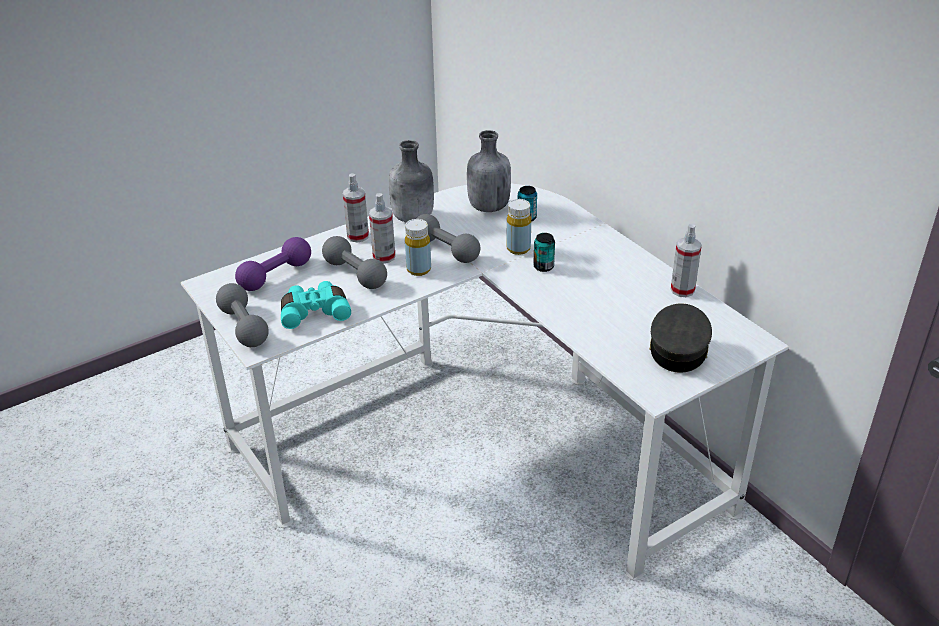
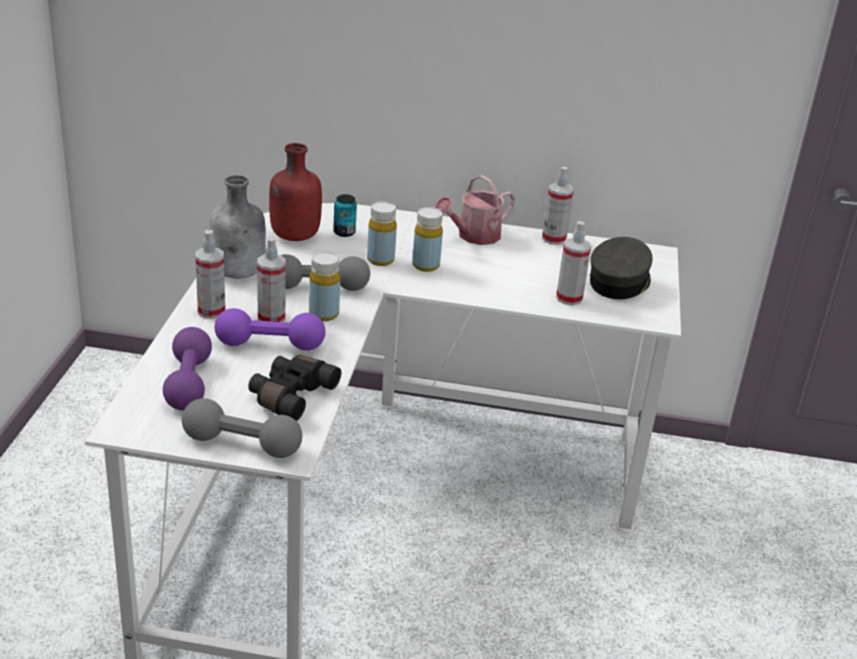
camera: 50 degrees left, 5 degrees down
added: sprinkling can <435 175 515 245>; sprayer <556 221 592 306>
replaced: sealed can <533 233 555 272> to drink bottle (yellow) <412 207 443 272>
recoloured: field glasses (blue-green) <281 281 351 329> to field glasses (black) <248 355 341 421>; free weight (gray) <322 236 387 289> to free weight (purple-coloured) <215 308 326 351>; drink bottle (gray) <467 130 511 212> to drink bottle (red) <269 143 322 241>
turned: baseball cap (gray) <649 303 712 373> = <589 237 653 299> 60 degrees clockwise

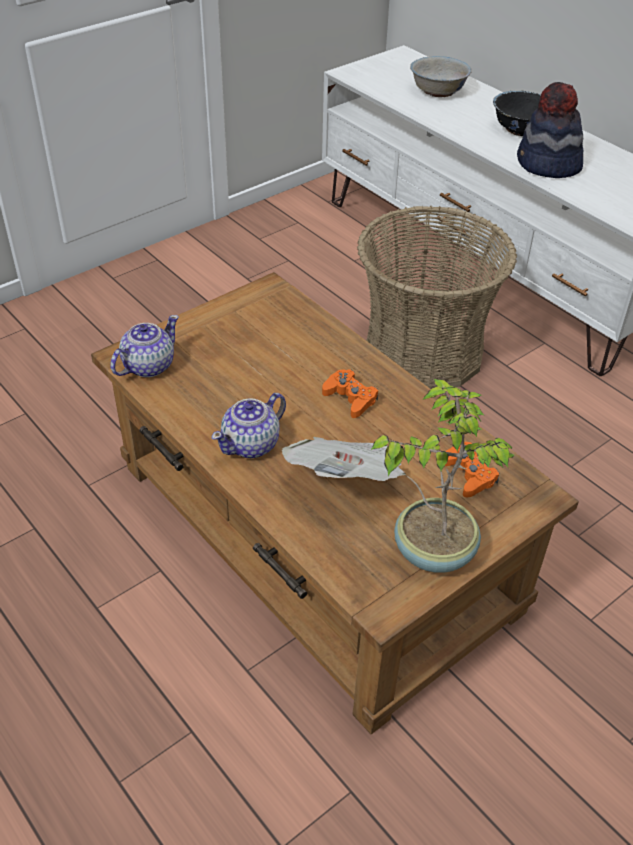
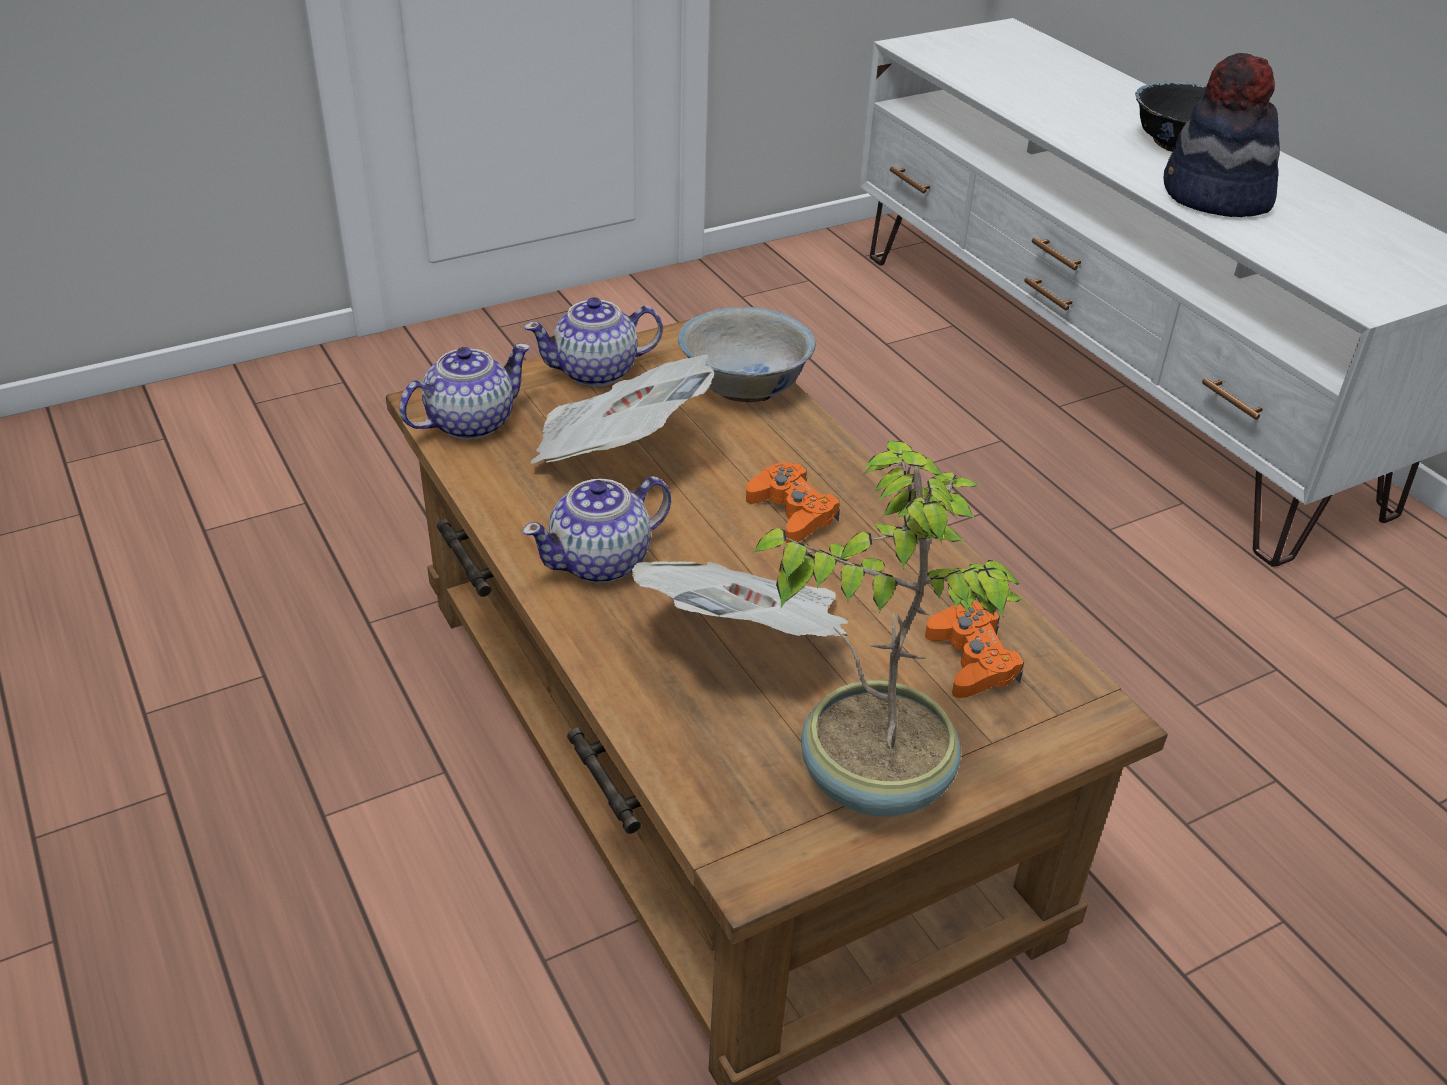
camera: 10 degrees right, 5 degrees down
removed: basket <357 206 517 389>
added: teapot <524 297 663 387>; newspaper <530 355 714 464>
moved: serving bowl (whitish) <410 56 472 97> to <678 307 816 402>

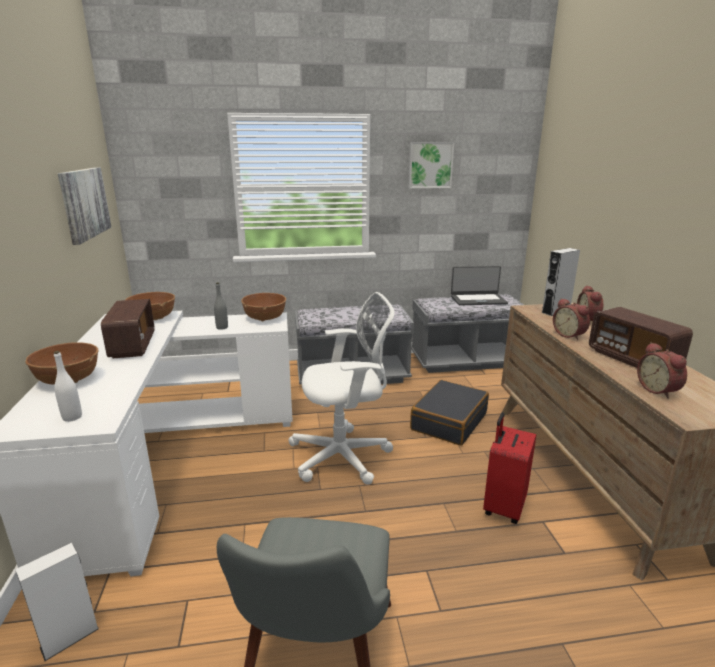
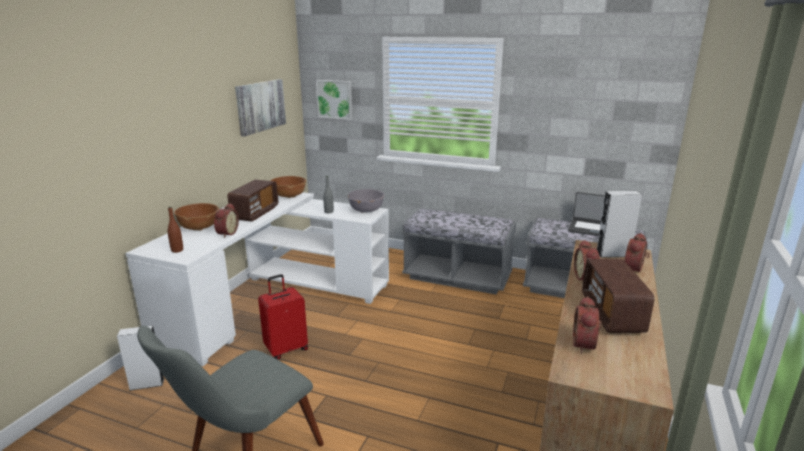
camera: 30 degrees right, 0 degrees up
removed: computer chair (whitish) <289 292 395 485>; piece of luggage (black) <410 380 489 446>
added: bedside clock <214 203 239 238>
moved: wall picture <408 142 454 188> to <316 80 352 120>; piece of luggage (red) <483 412 536 524> to <258 274 308 360>
recoloured: drink bottle (whitish) <54 351 82 422> to drink bottle (brown-coloured) <168 207 183 253>; serving bowl (brown-coloured) <241 293 286 322> to serving bowl (gray) <348 189 385 213>

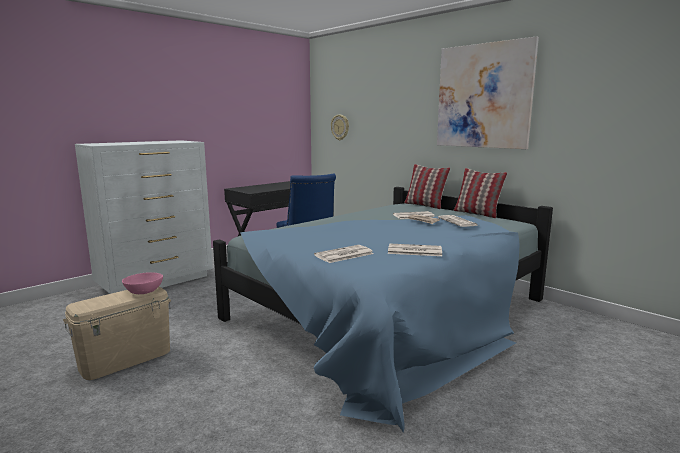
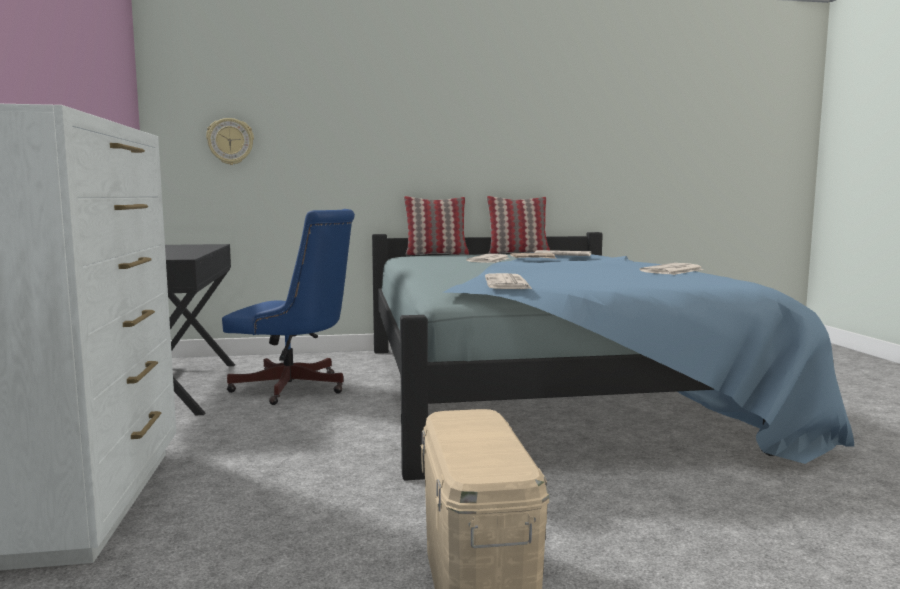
camera: 55 degrees left, 5 degrees down
removed: serving bowl (pink) <122 272 163 294>; wall picture <437 36 539 149>
moved: newspaper <314 245 374 263> to <485 273 532 289>

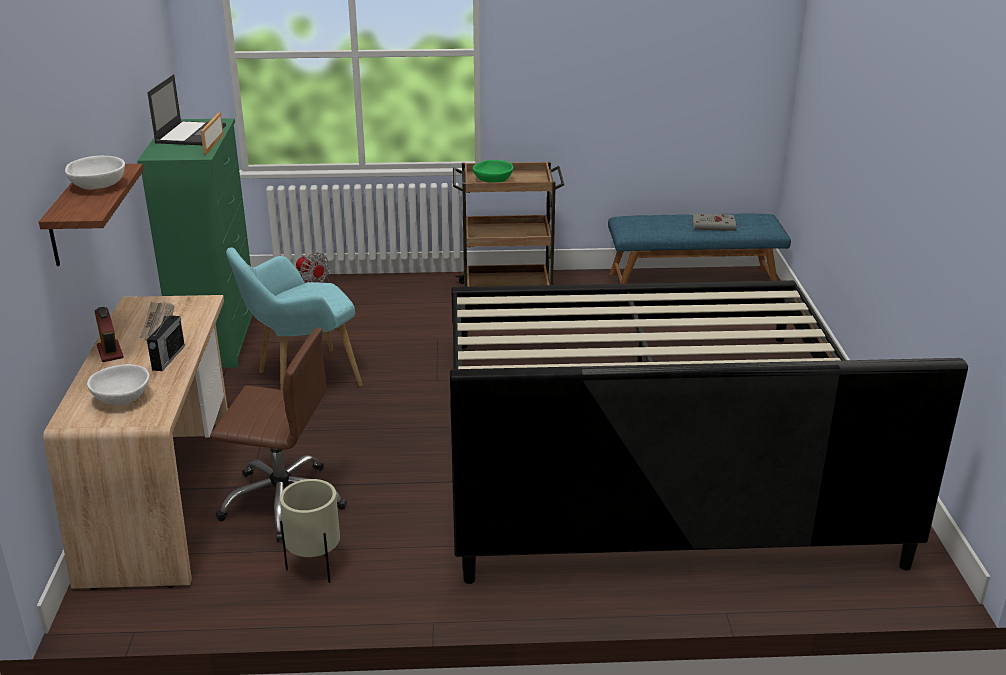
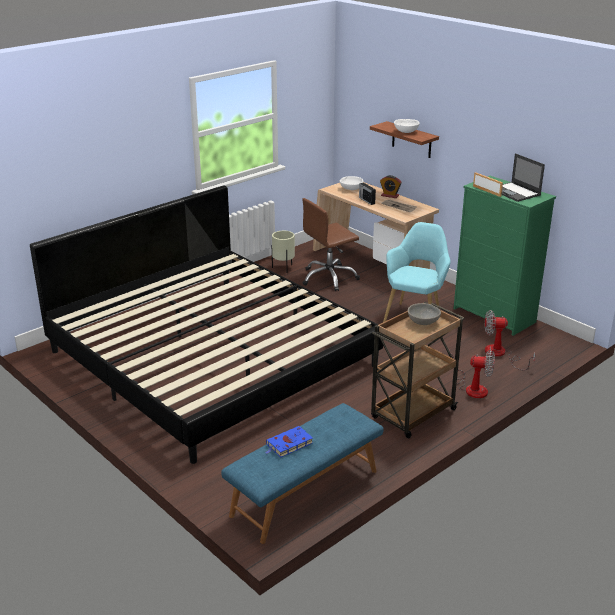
camera: 140 degrees right, 0 degrees up
added: electric fan <449 348 495 398>
recoloured: serving bowl (greenish) <473 160 513 183> to serving bowl (gray) <408 303 441 325>; bound book (gray) <692 214 742 231> to bound book (blue-coloured) <265 426 313 457>

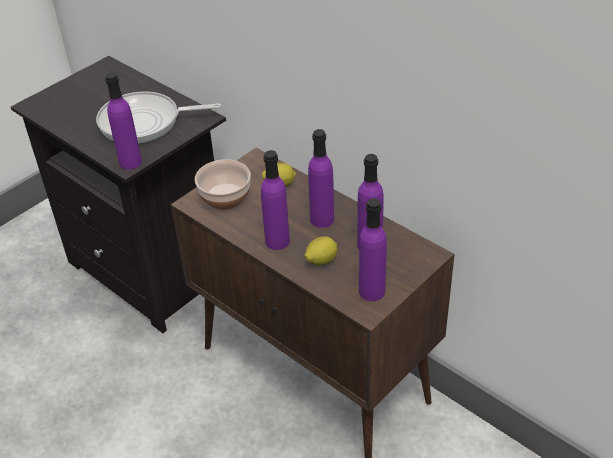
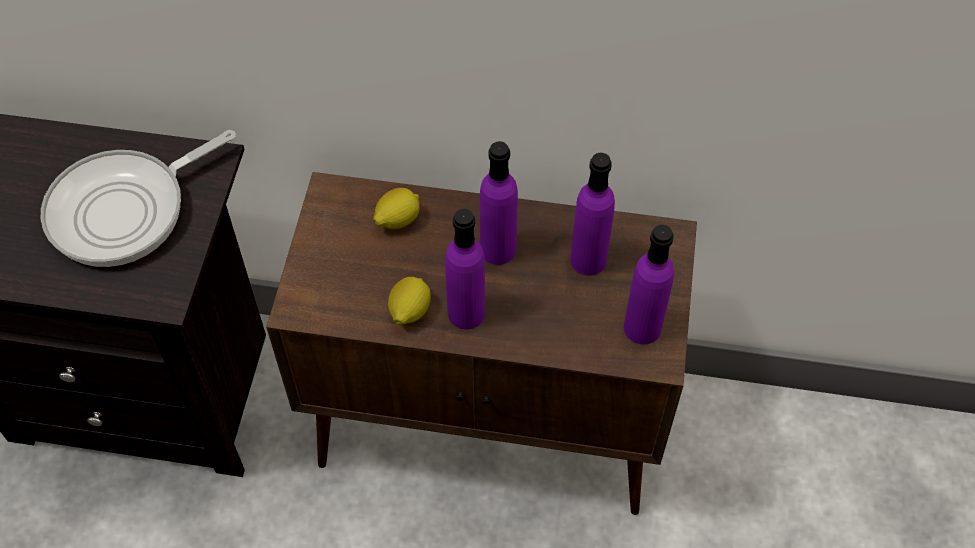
camera: 35 degrees left, 15 degrees up
removed: drink bottle (purple-coloured) <105 72 142 170>; serving bowl <195 159 251 210>
moved: citrus fruit <304 236 337 265> to <388 277 431 325>

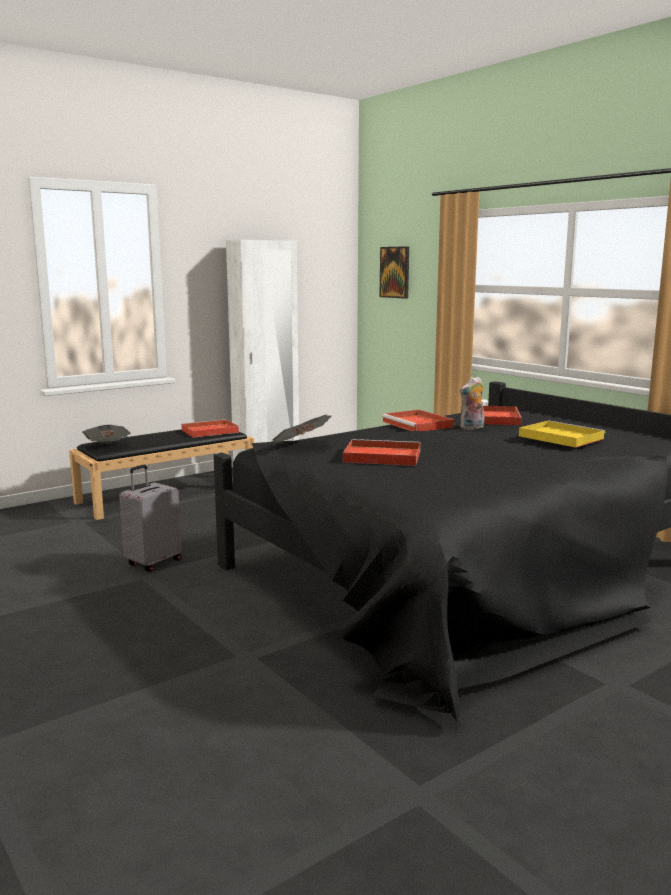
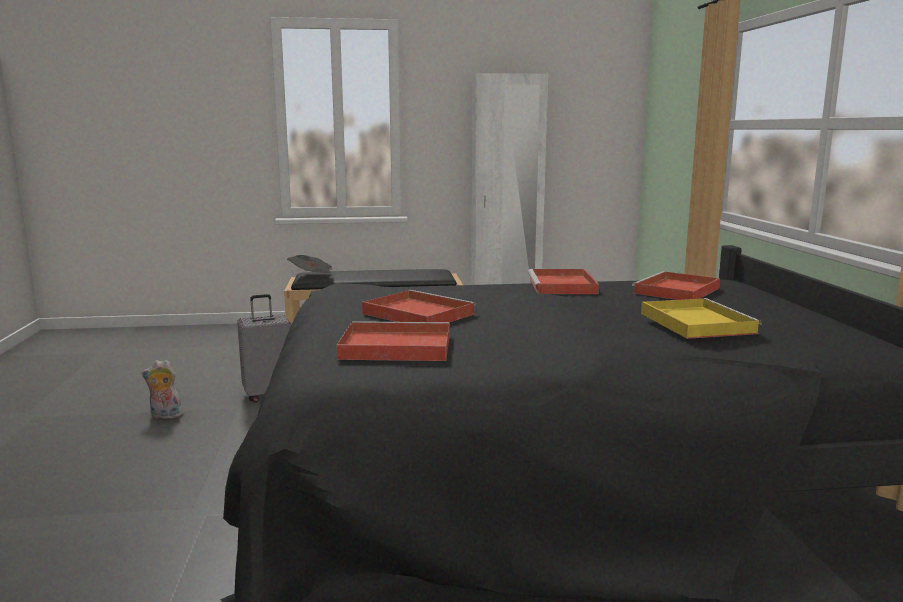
camera: 30 degrees right, 0 degrees up
removed: newspaper <270 415 332 443>; wall picture <379 246 409 299>
moved: serving tray (red) <181 419 239 438> to <336 321 450 361>; cuddly toy <460 376 484 430> to <142 360 183 419>

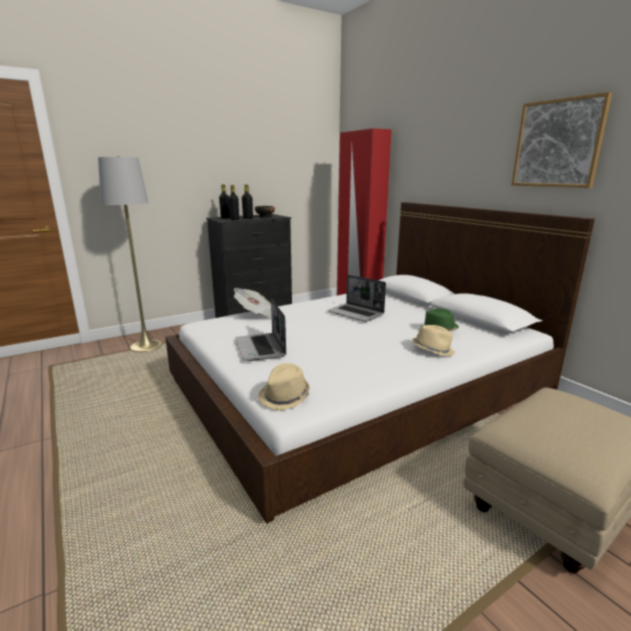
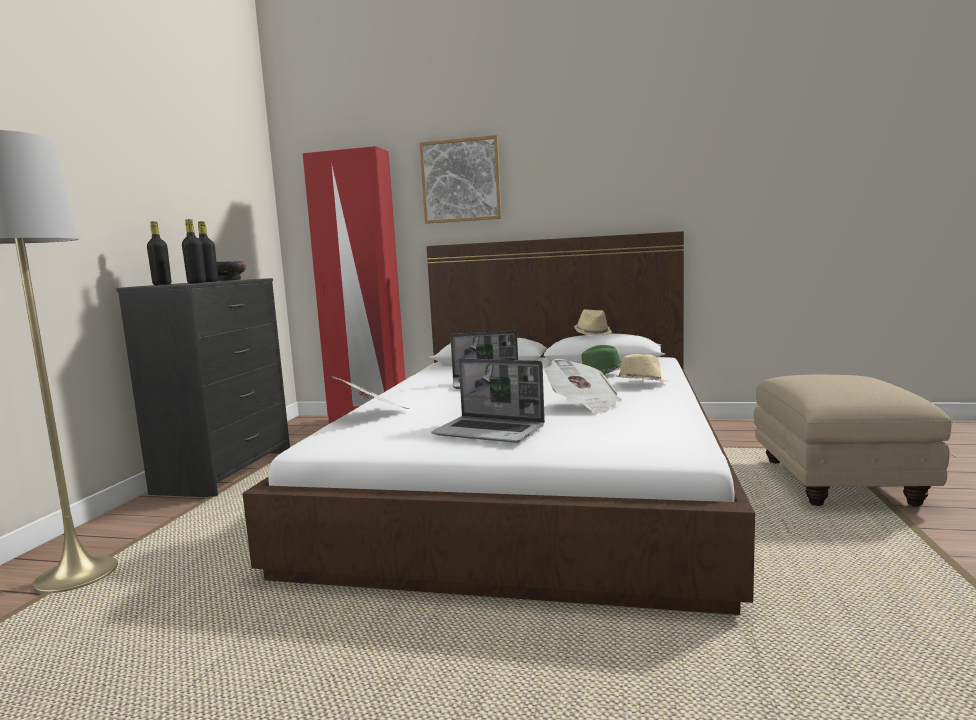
camera: 45 degrees left, 10 degrees down
added: newspaper <544 359 622 414>
moved: hat (sand-coloured) <258 363 309 411> to <574 309 612 336>; wall picture <511 92 612 188> to <420 135 502 224>

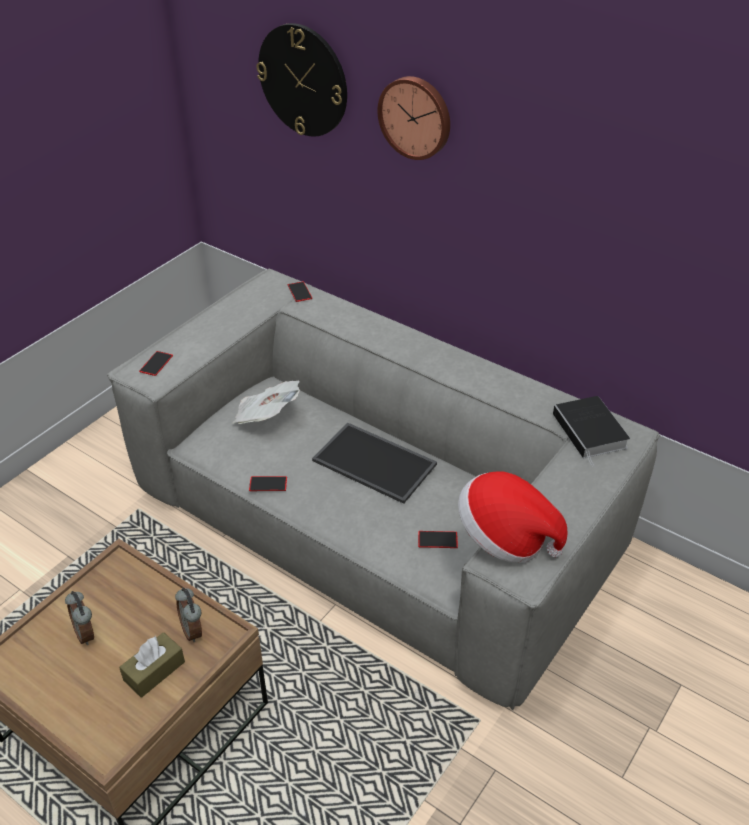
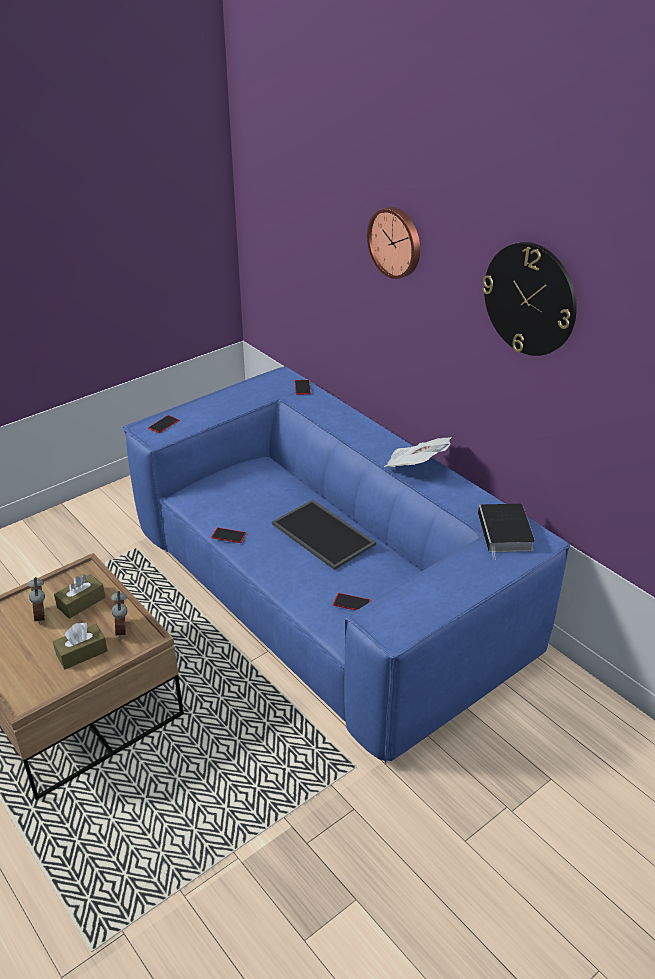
camera: 15 degrees right, 5 degrees down
removed: hat <458 471 568 563>
added: tissue holder (brown-coloured) <54 574 106 619>
moved: newspaper <232 381 300 424> to <384 437 451 467>; clock on the wall <256 23 347 136> to <482 242 577 356>
recoloured: sofa (gray) <107 269 660 710> to sofa (blue-coloured) <123 366 570 763>

